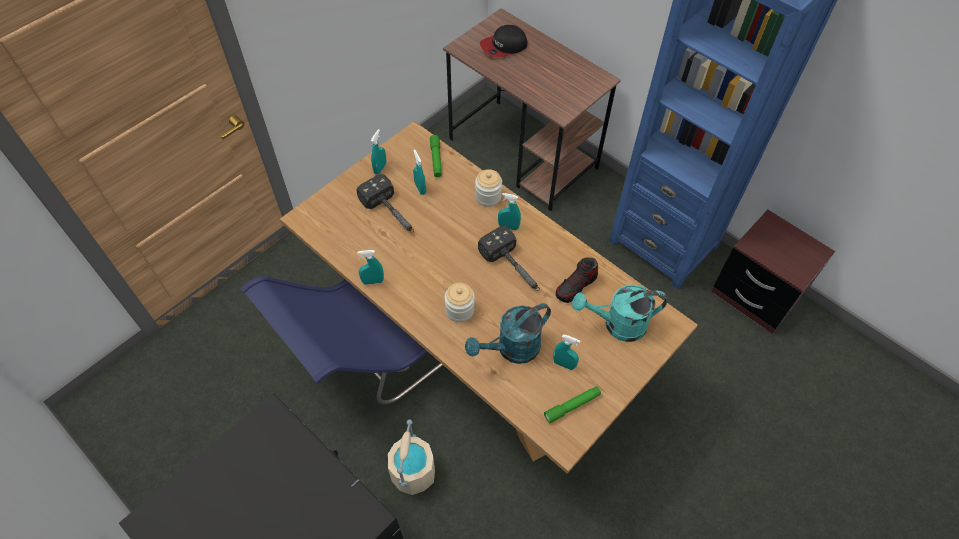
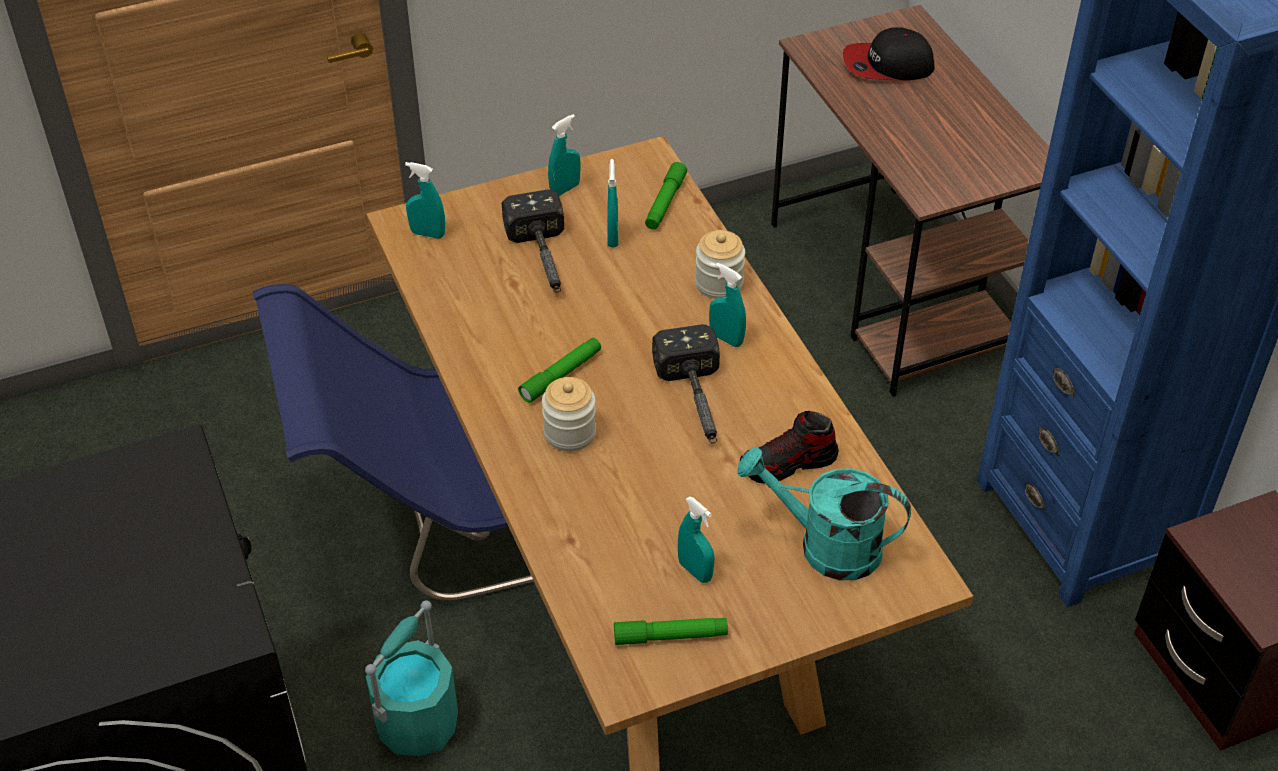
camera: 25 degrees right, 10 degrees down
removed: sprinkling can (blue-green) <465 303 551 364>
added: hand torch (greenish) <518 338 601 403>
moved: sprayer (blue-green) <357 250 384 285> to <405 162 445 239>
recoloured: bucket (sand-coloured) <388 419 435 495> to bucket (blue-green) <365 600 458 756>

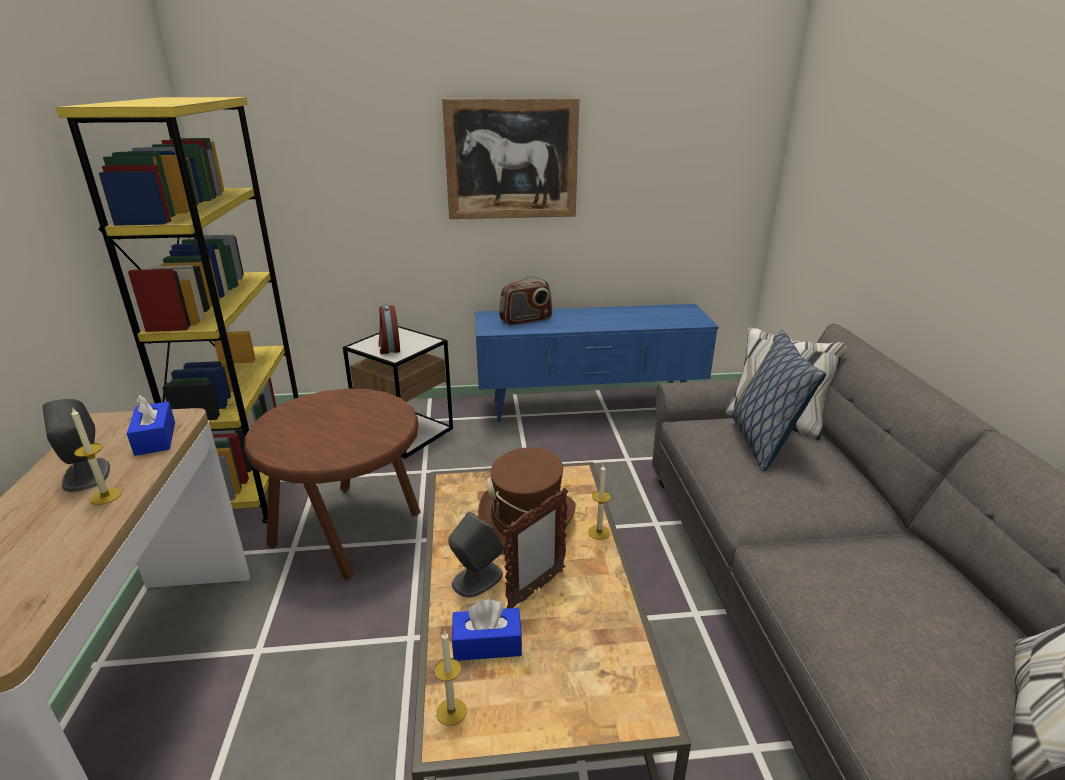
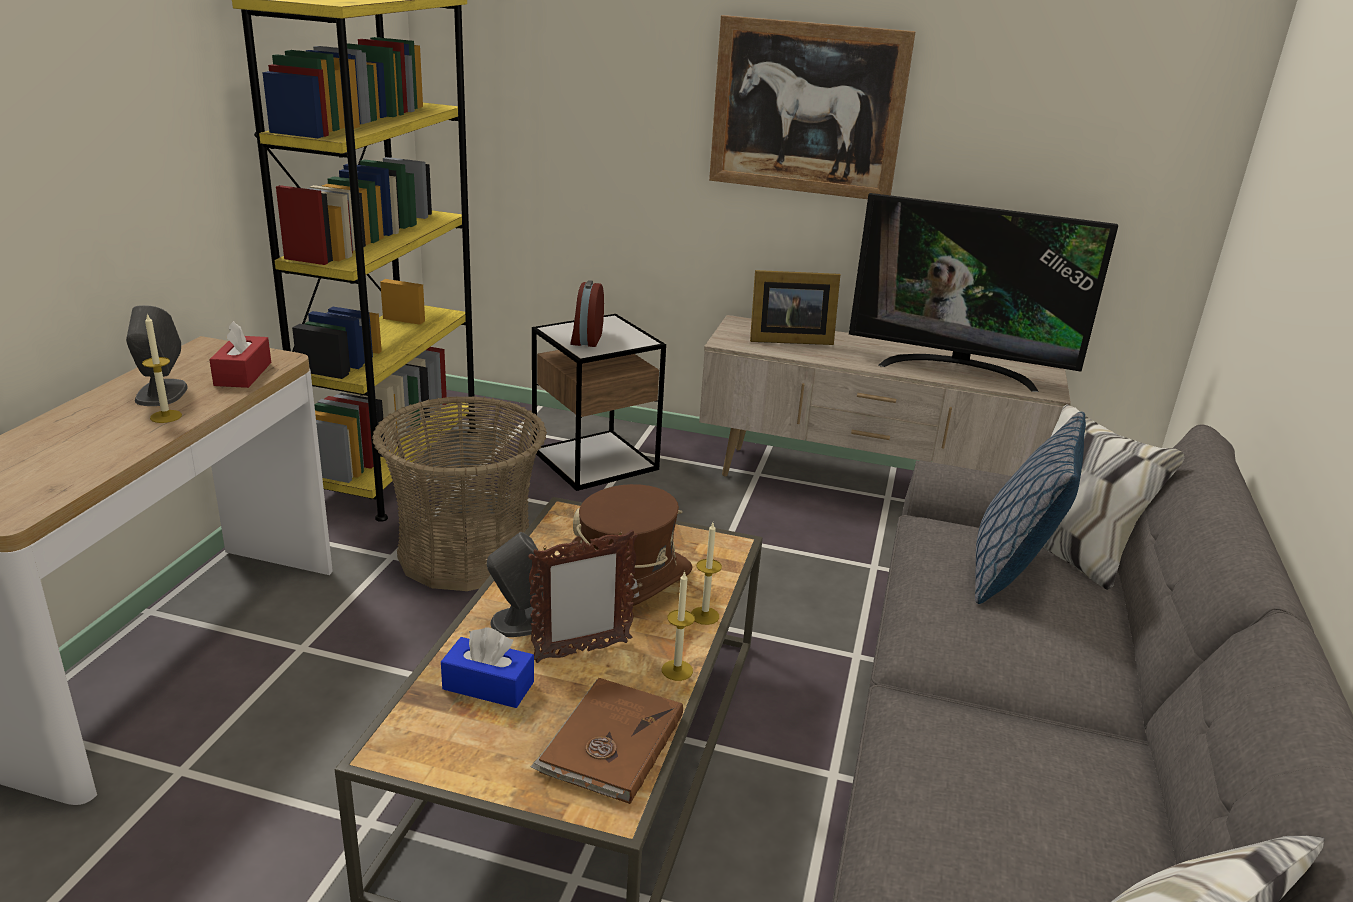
camera: 20 degrees right, 0 degrees up
added: bound book (brown-coloured) <530 678 683 804>; TV <849 193 1118 392>
moved: wax candle <434 630 467 726> to <662 571 695 681>
replaced: end table (brown-coloured) <244 388 421 580> to basket <372 396 547 591>; radio <499 276 552 325> to photo frame <750 270 840 345>
recoloured: tissue holder (blue-coloured) <127 395 175 456> to tissue holder (red) <209 321 271 388>; media console (blue-coloured) <475 304 719 422> to media console (sand-coloured) <699 315 1071 476>

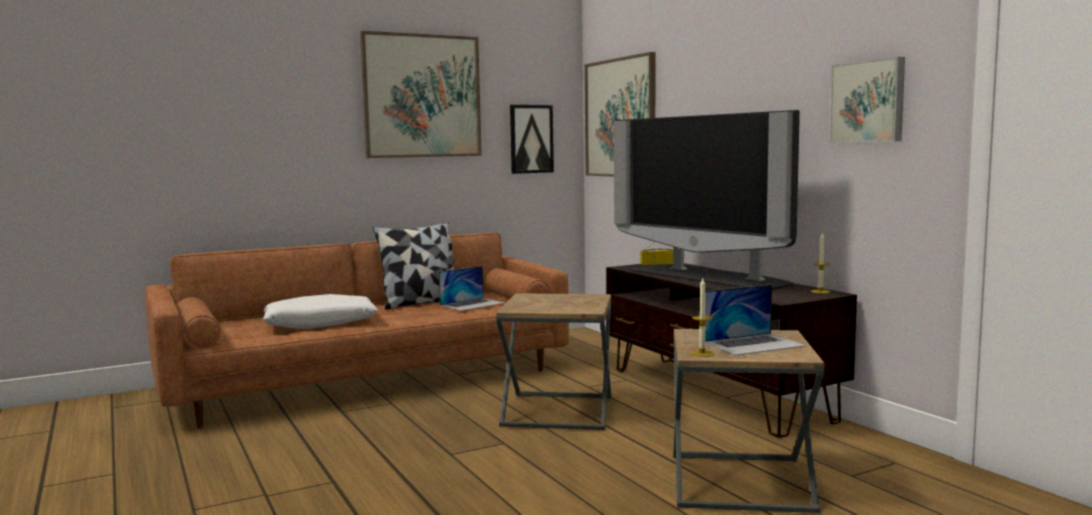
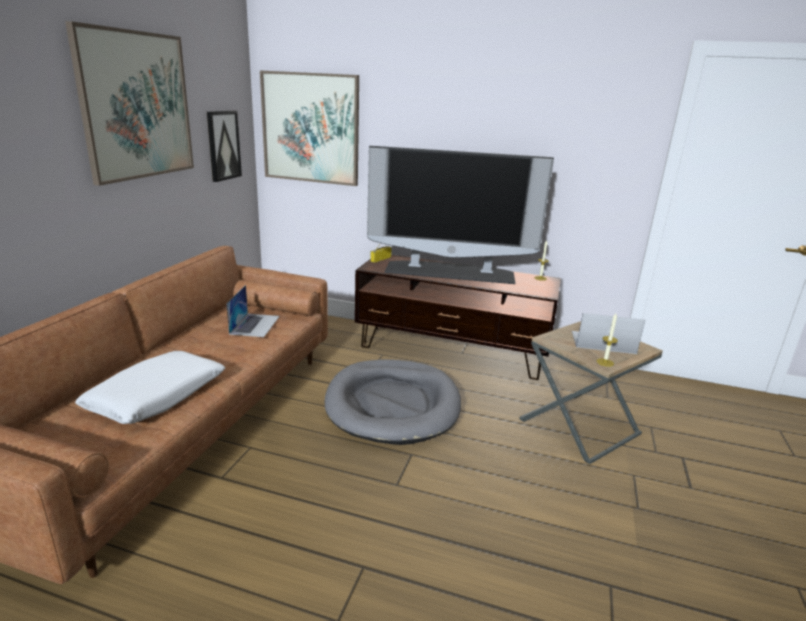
camera: 45 degrees left, 15 degrees up
removed: throw pillow <373 223 454 310>; wall picture <829 57 905 143>
replaced: end table (brown-coloured) <496 293 612 430> to pet bed (gray) <325 359 461 445>
turned: laptop <705 285 806 356> = <572 313 645 354> 105 degrees counterclockwise

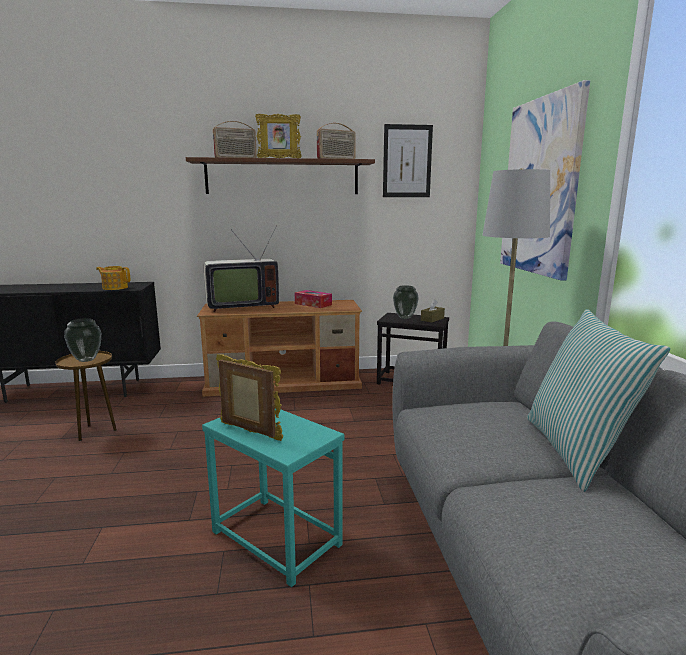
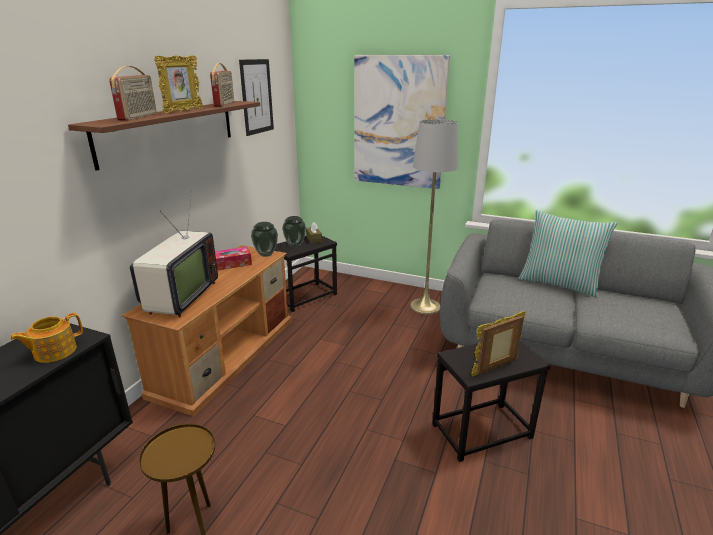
camera: 60 degrees left, 10 degrees up
moved: vase <64 318 101 362> to <251 222 278 257>
recoloured: end table (blue-green) <202 408 344 587> to end table (black) <432 341 550 462>

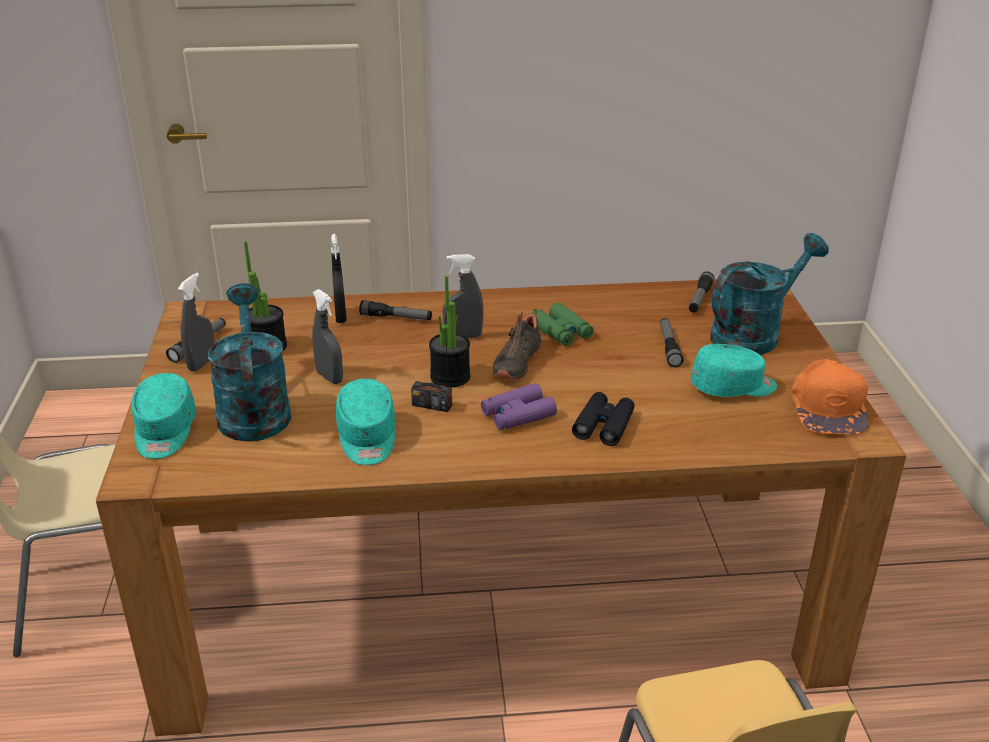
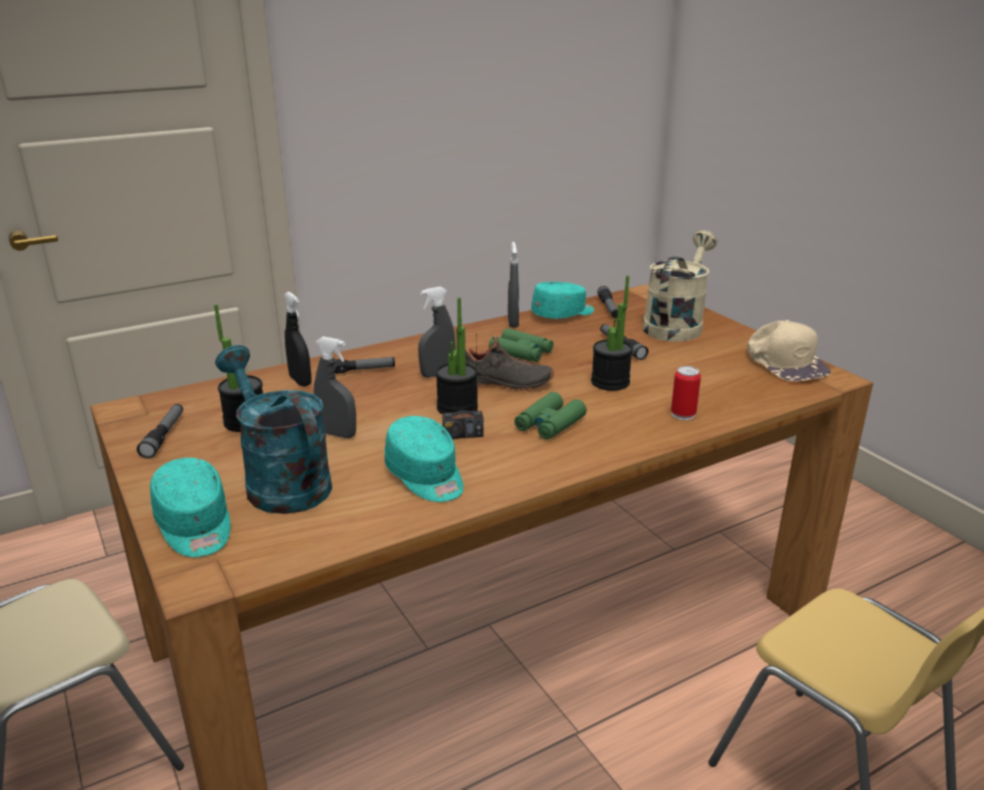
camera: 25 degrees left, 5 degrees down
removed: field glasses (black) <572 392 635 446>
added: plant in a pot <591 276 633 391>; sealed can <671 366 701 420>
moved: sprayer (gray) <178 273 215 371> to <508 242 519 328>; baseball cap (blue-green) <691 344 777 397> to <531 282 594 319>
recoloured: field glasses (purple-coloured) <481 383 557 430> to field glasses (greenish) <514 392 587 440>; sprinkling can (blue-green) <710 233 829 355> to sprinkling can (sand-coloured) <643 230 718 342>; baseball cap (orangey) <792 359 869 435> to baseball cap (sand-coloured) <747 320 831 381>
turned: low shoe (black) <493 309 542 380> = <465 335 554 391> 75 degrees counterclockwise

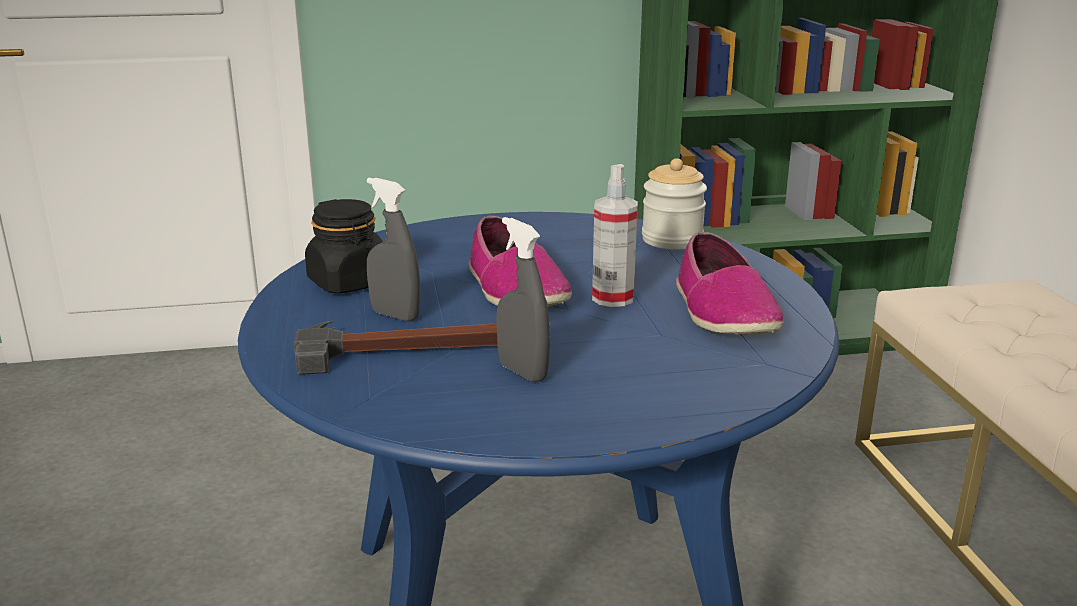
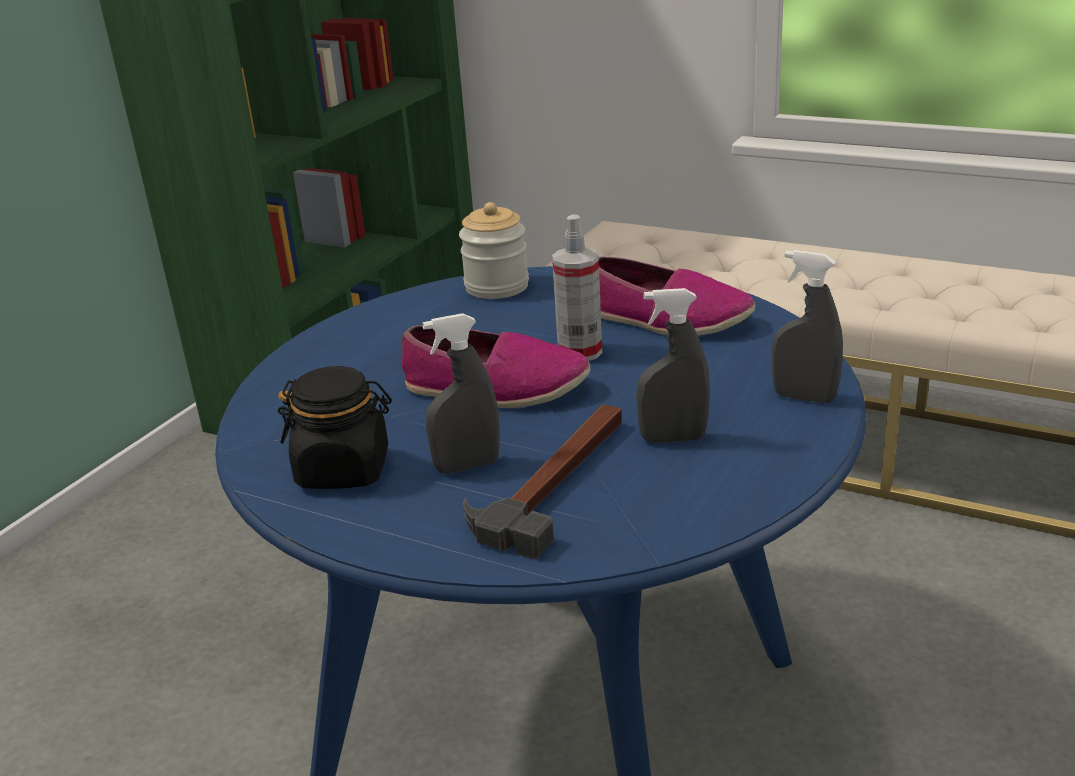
camera: 50 degrees left, 5 degrees up
added: sprayer (gray) <772 250 843 403>

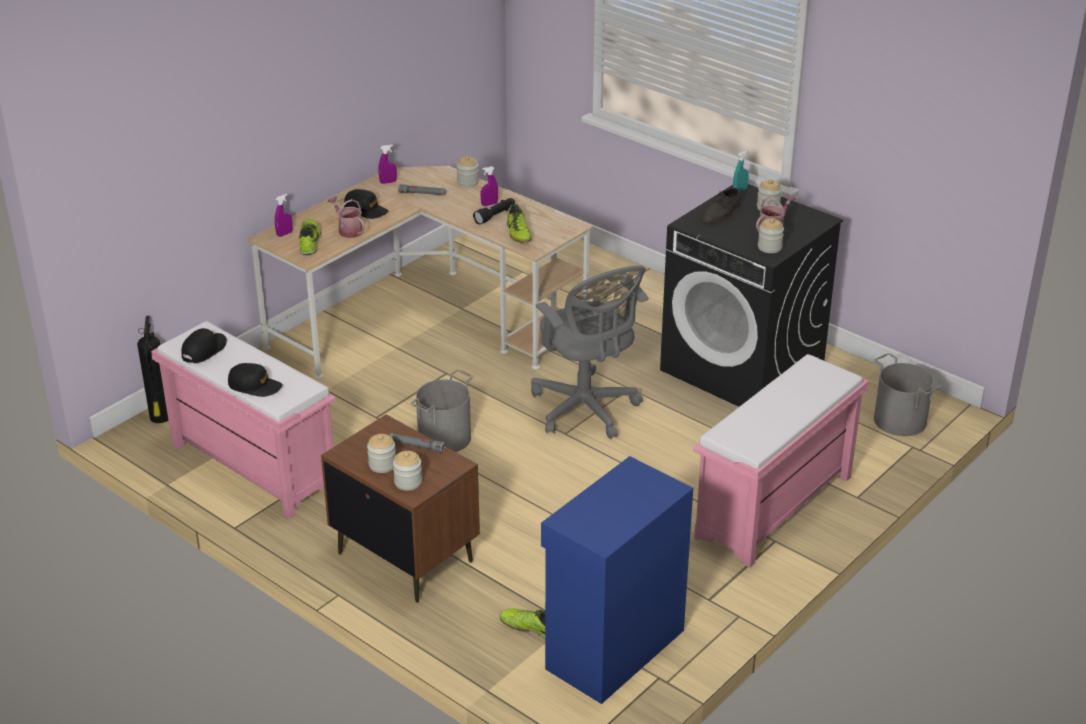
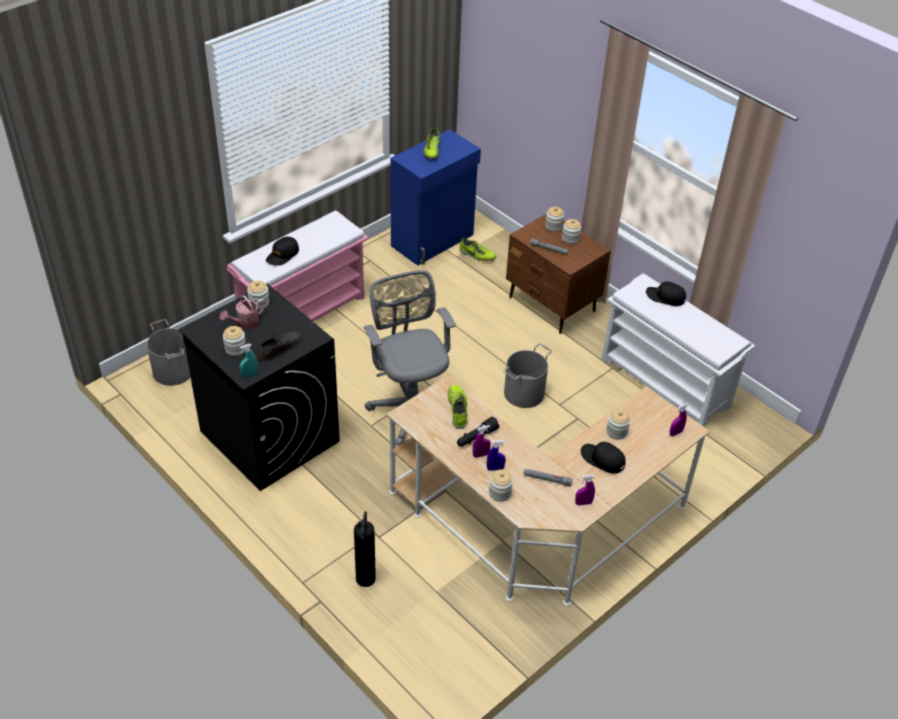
camera: 175 degrees left, 10 degrees up
added: sprayer (blue-coloured) <487 440 506 471>
moved: fire extinguisher <137 316 168 423> to <354 511 376 587>; baseball cap (black) <181 328 227 363> to <266 237 299 266>; low shoe <299 219 321 255> to <424 128 440 159>
replaced: sprinkling can <328 196 365 238> to preserve jar <606 409 630 439>
recoloured: long seat (pink) <151 321 336 519> to long seat (whitish) <601 273 755 427>

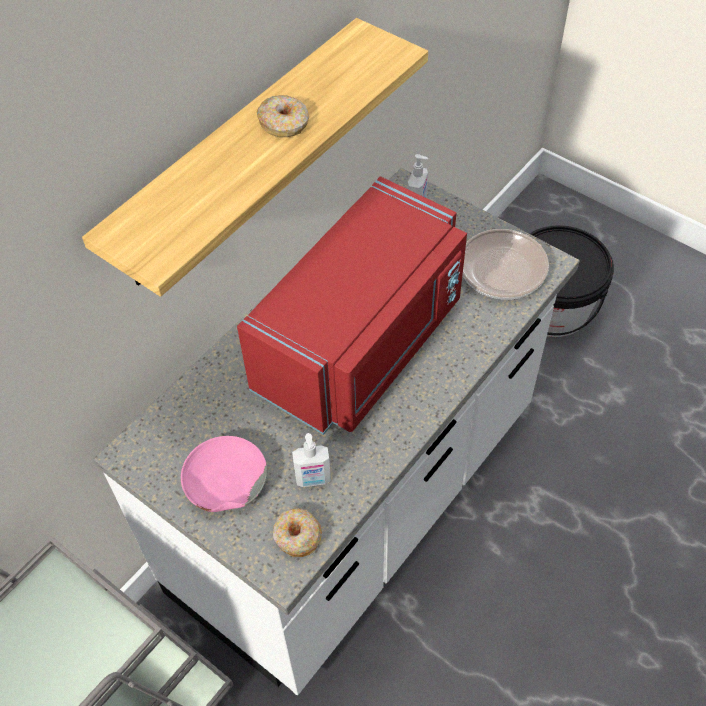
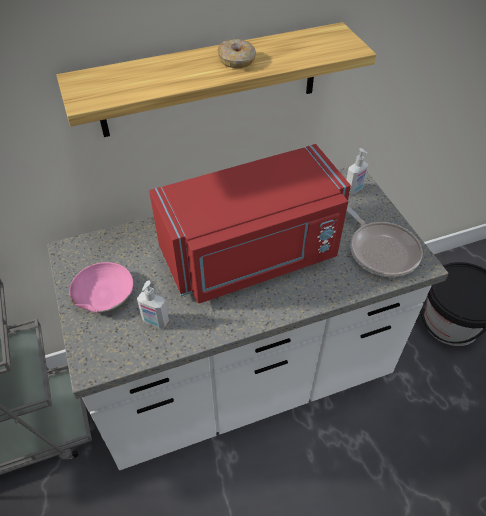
camera: 30 degrees right, 5 degrees down
removed: doughnut <273 508 322 557>

